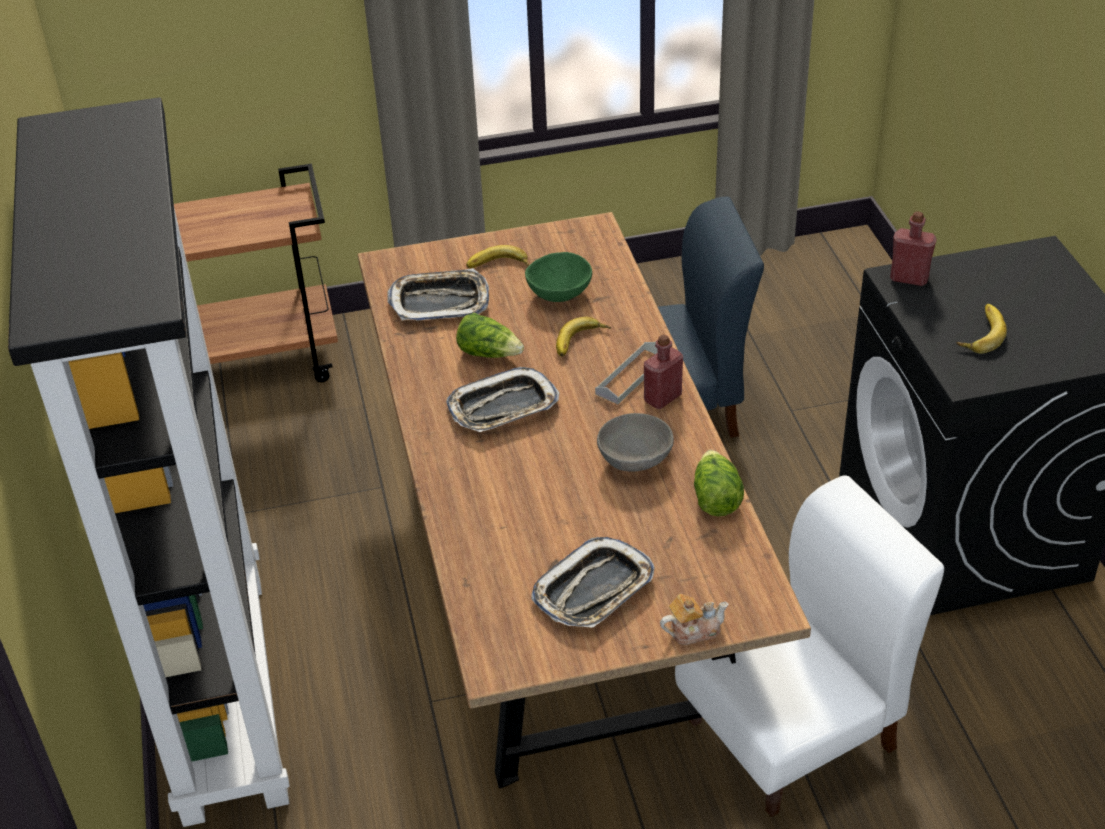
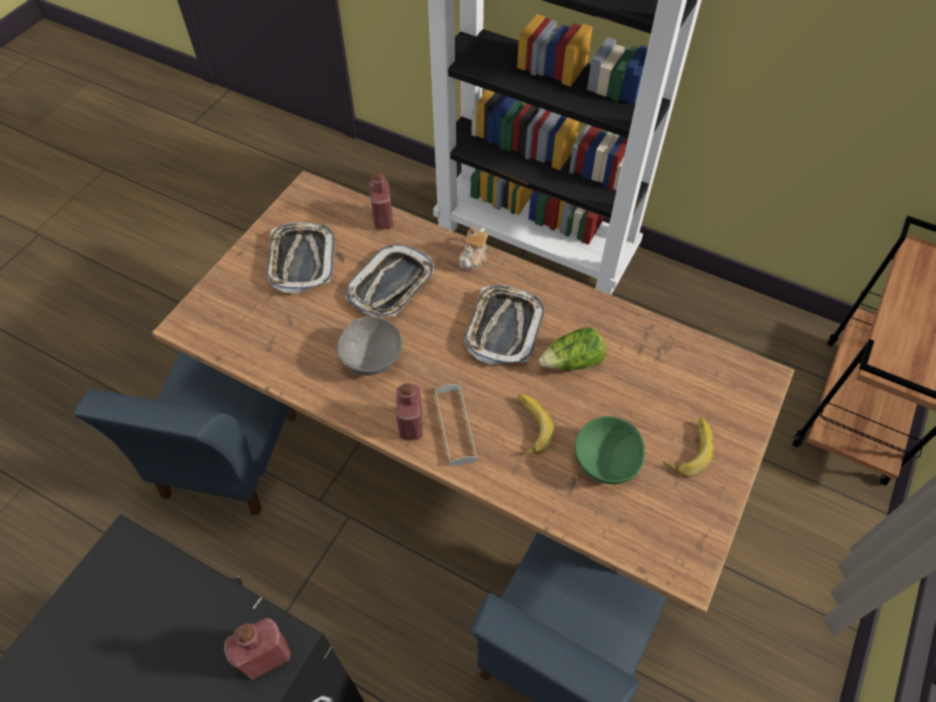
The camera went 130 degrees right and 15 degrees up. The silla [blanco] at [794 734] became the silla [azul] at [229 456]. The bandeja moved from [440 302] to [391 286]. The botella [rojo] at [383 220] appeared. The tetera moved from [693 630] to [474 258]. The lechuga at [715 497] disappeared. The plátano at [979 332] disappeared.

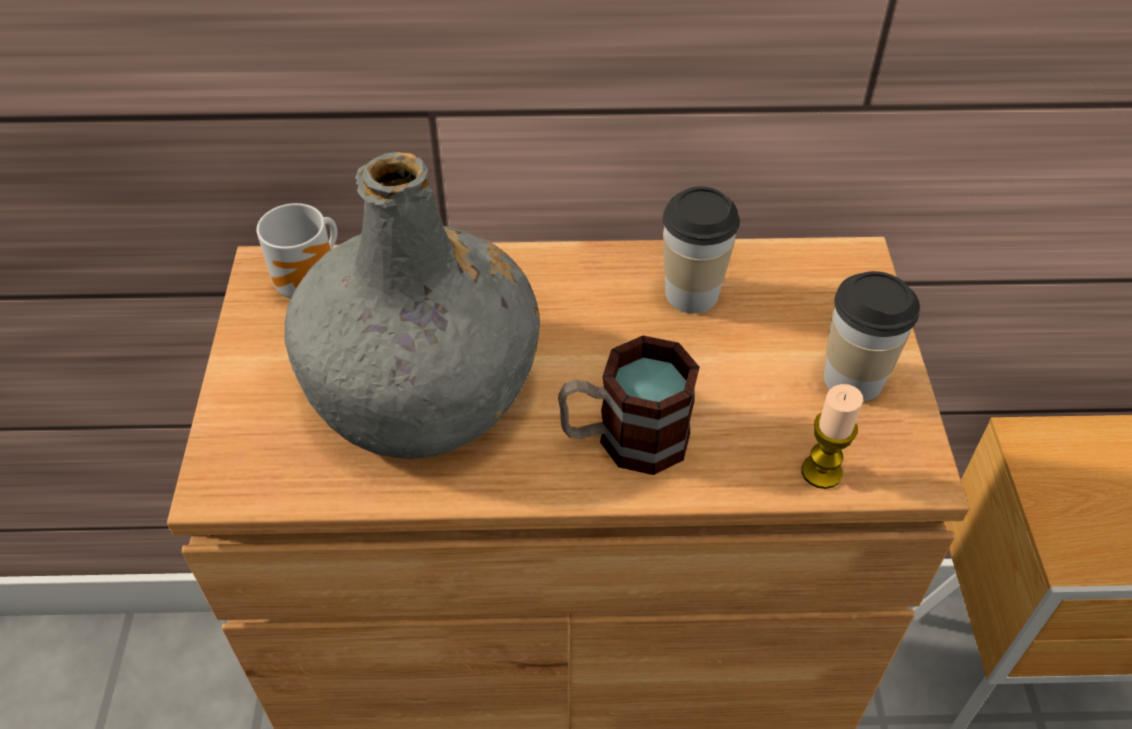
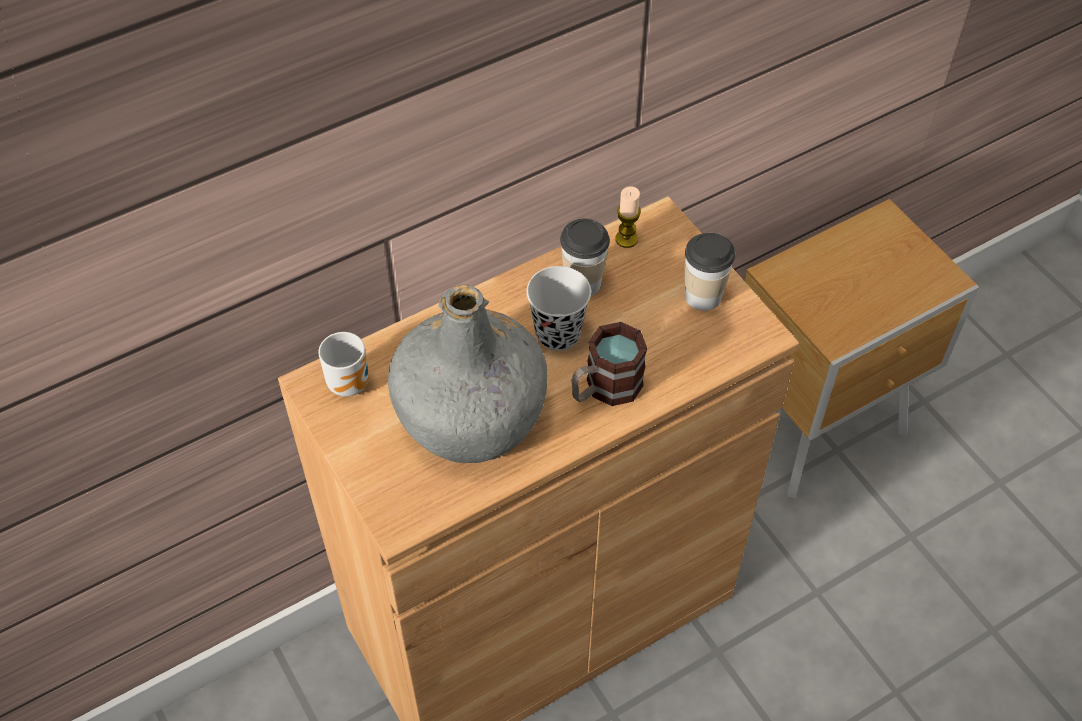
The camera went 30 degrees left and 5 degrees up. The taza [negro] at [558 334] appeared. The vela moved from [821 472] to [626 239].

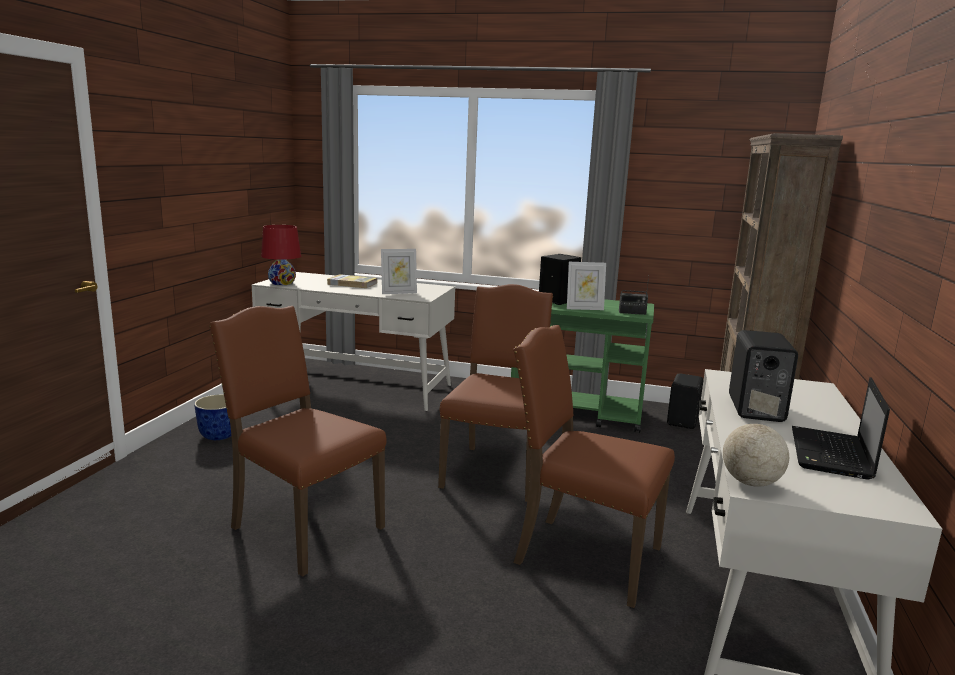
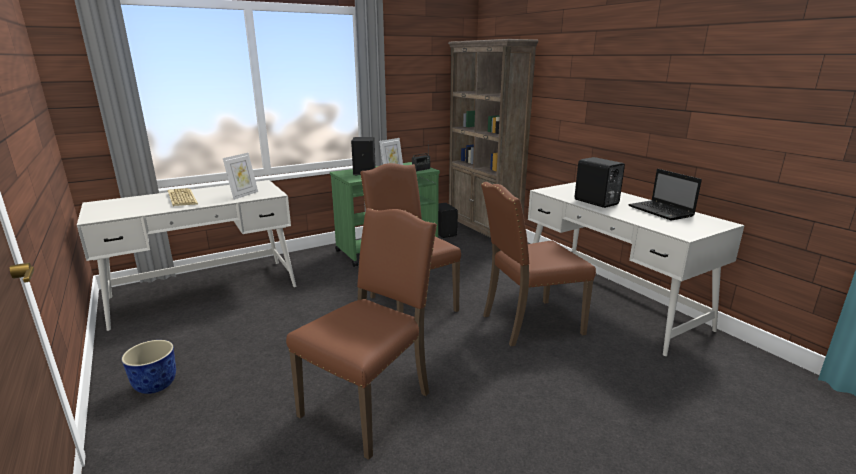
The camera went 45 degrees left and 5 degrees up. The libro at [352 284] was replaced by the teclado at [181 198]. The silla [marrón] at [302 528] turned 135 degrees clockwise. The lámpara de mesa [rojo] at [282 283] disappeared. The globo terráqueo at [751 483] disappeared.

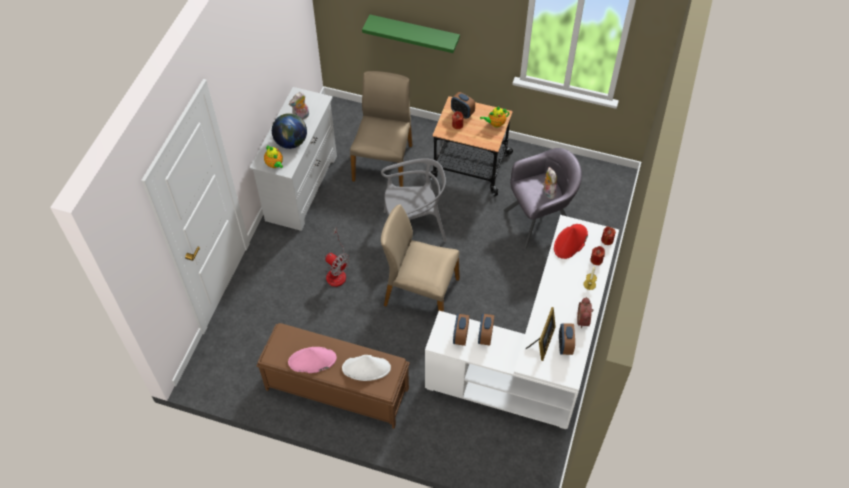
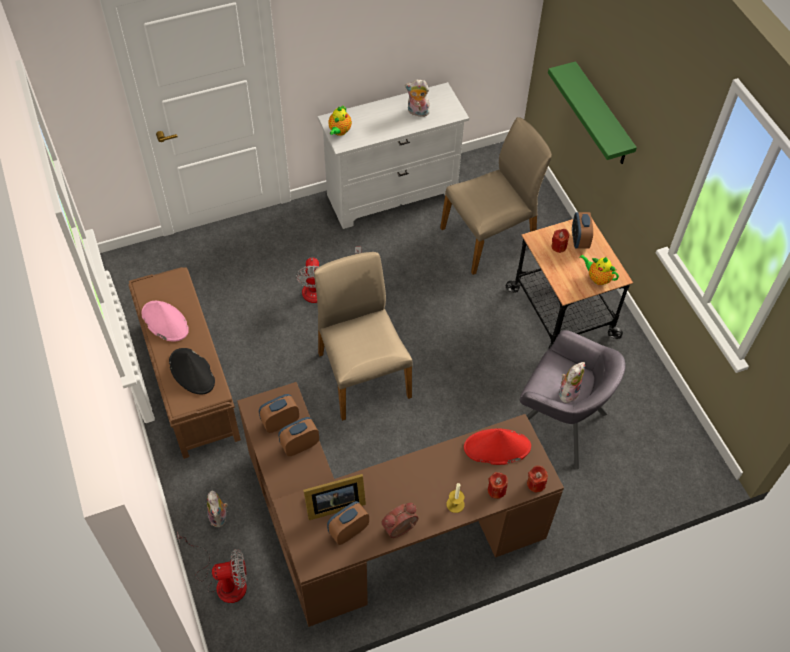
The camera went 50 degrees right and 0 degrees up. The sombrero [blanco] at [366 368] became the sombrero [negro] at [192 372]. The ventilador at [223 580] appeared. The peluche at [219 517] appeared. The escritorio [blanco] at [535 354] became the escritorio [marrón] at [381 532]. The globo terráqueo at [291 142] disappeared. The silla [gris] at [414 229] disappeared.

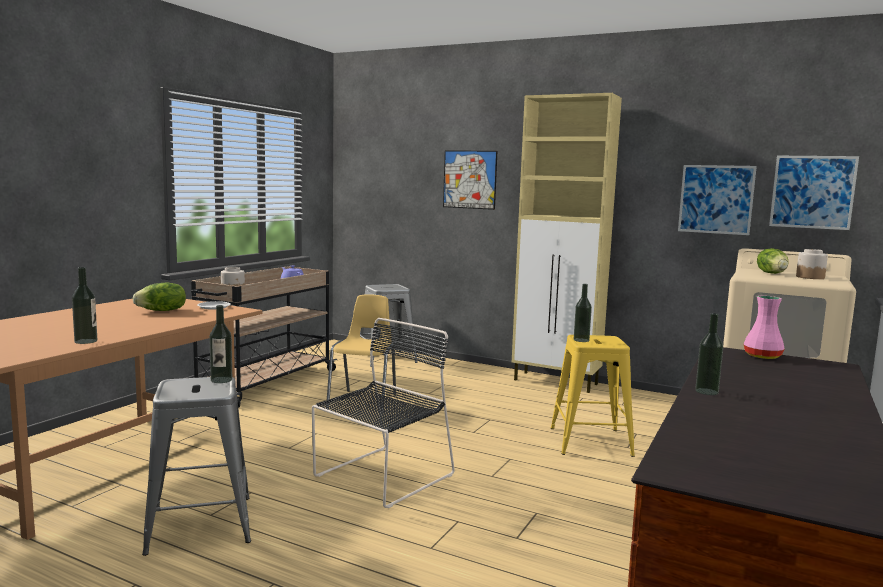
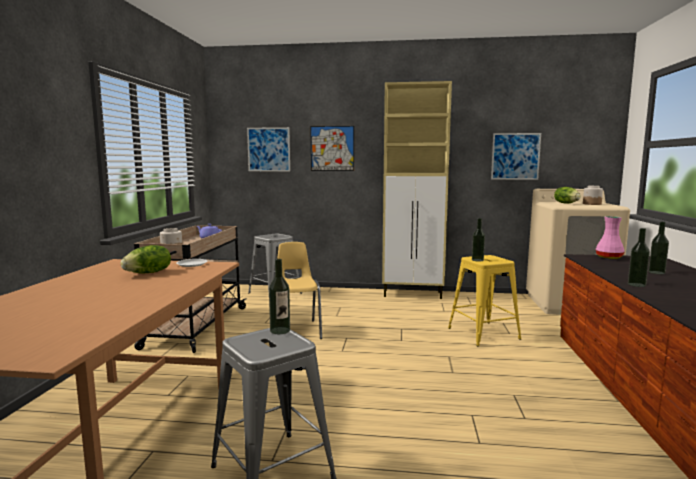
The camera went 20 degrees left and 0 degrees up. The cuadro moved from [812 192] to [268 149]. The botella moved from [86 341] to [656 272]. The silla [negro] at [381 477] disappeared.

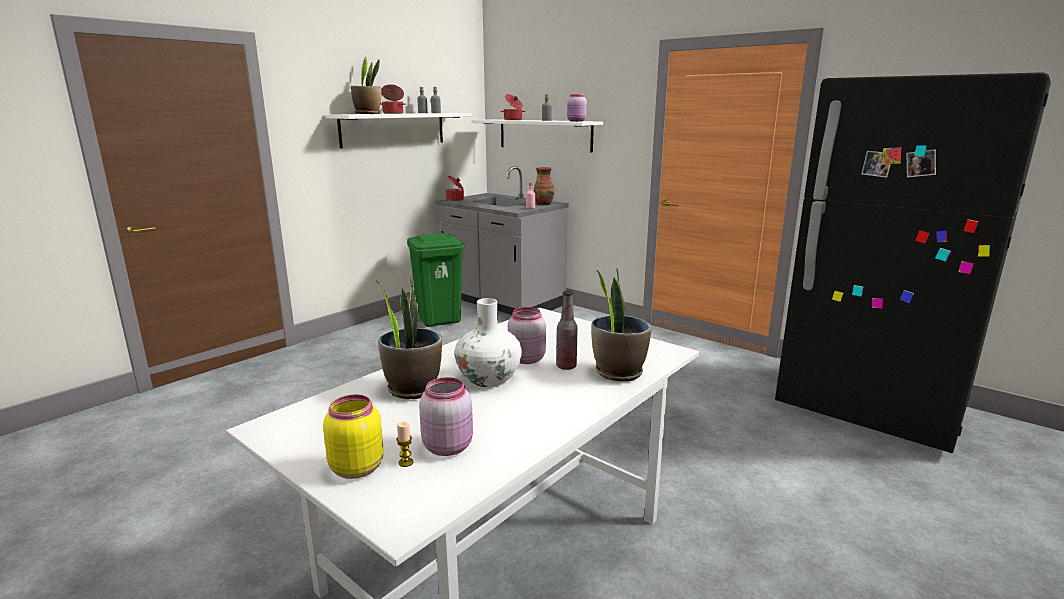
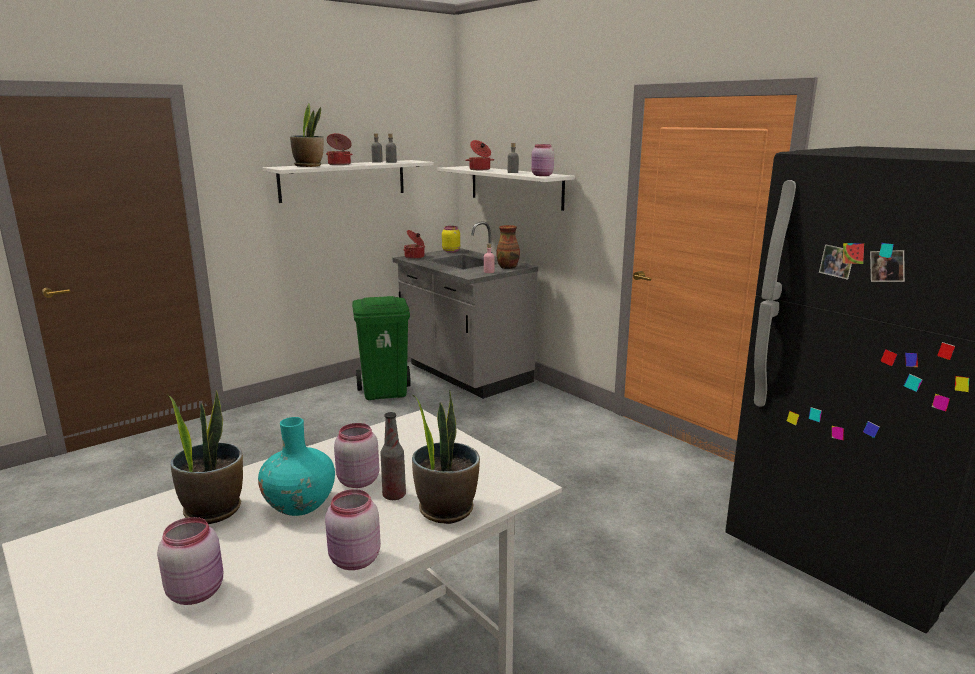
The camera went 10 degrees right and 0 degrees up. The florero [blanco] at [489 379] became the florero [turquesa] at [300 504]. The tarro [rosa] at [354 560] appeared. The tarro [amarillo] moved from [357 467] to [451 251]. The vela at [406 462] disappeared.

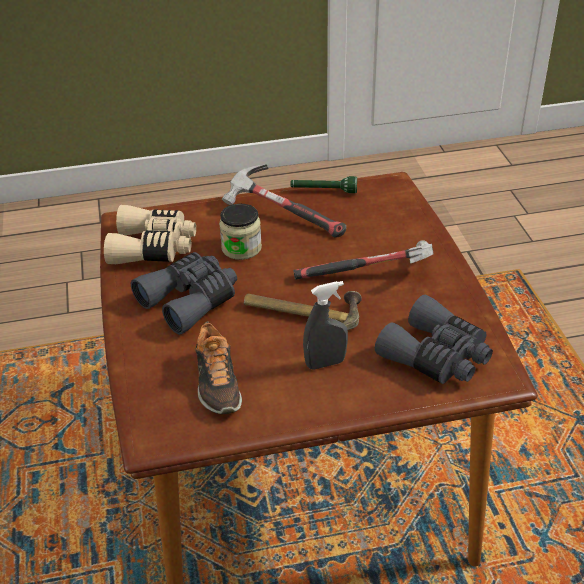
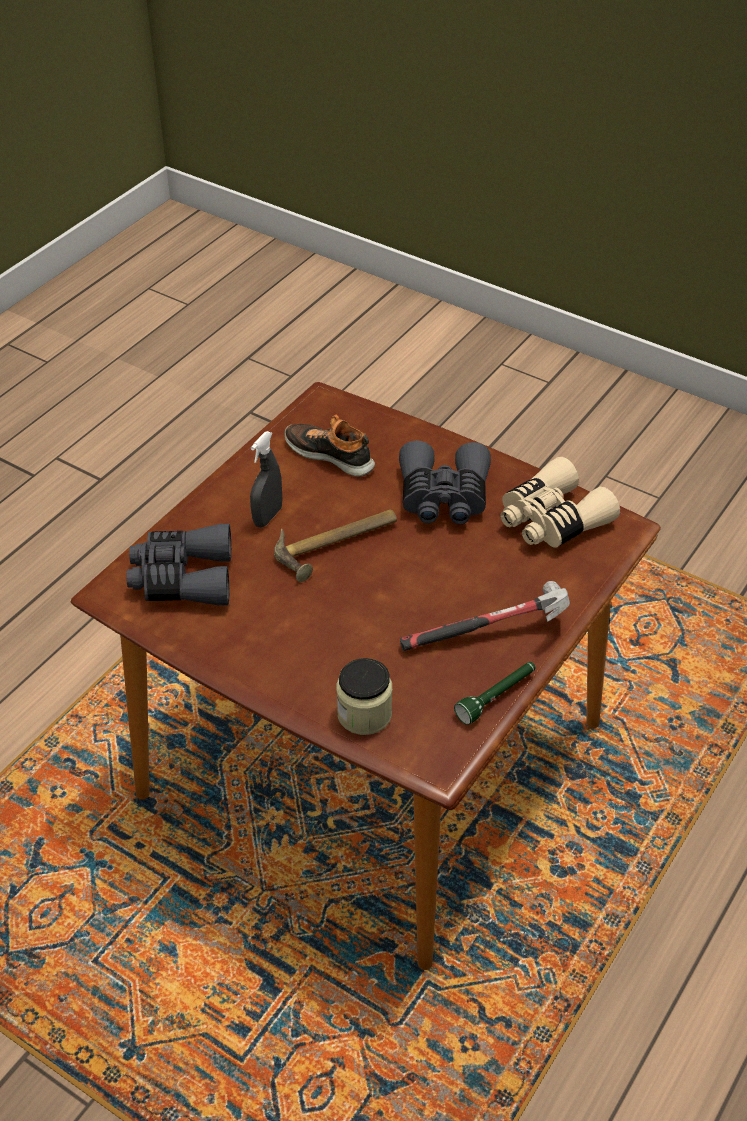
The camera went 135 degrees right and 5 degrees up. The tarro moved from [241 248] to [364 714]. The martillo at [368 275] disappeared.

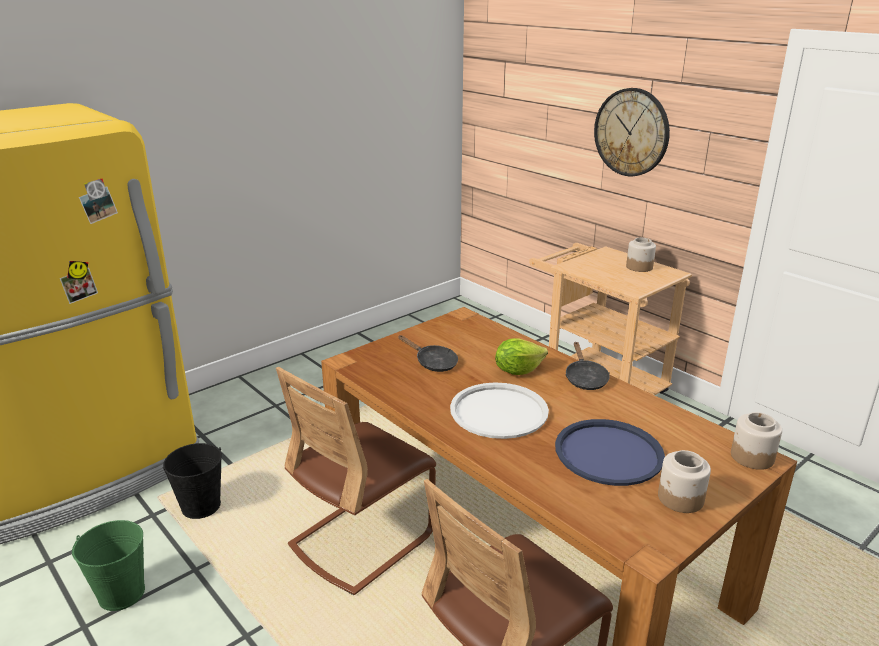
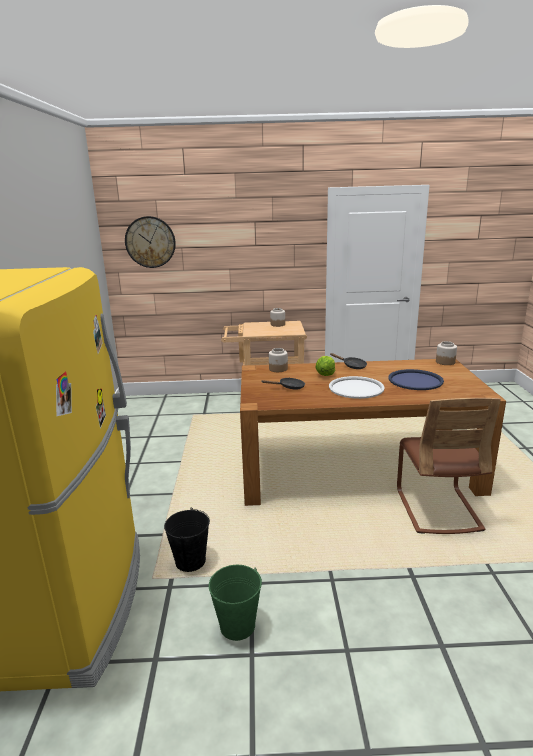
The camera went 50 degrees left and 5 degrees down. The reloj de pared moved from [631 132] to [150 242]. The tarro moved from [680 499] to [278 369]. The silla [marrón] at [361 540] disappeared.

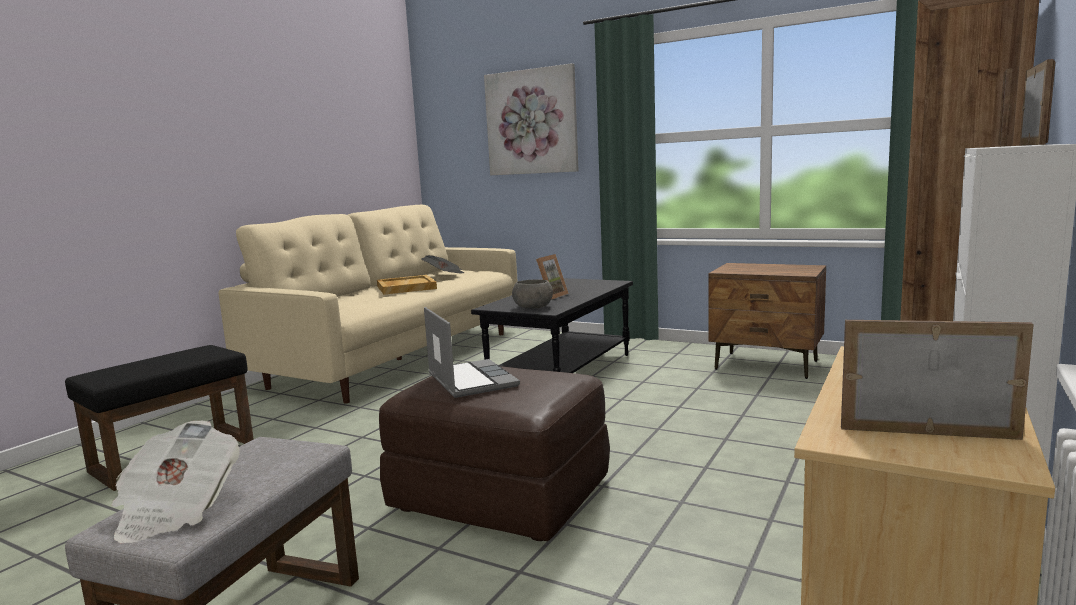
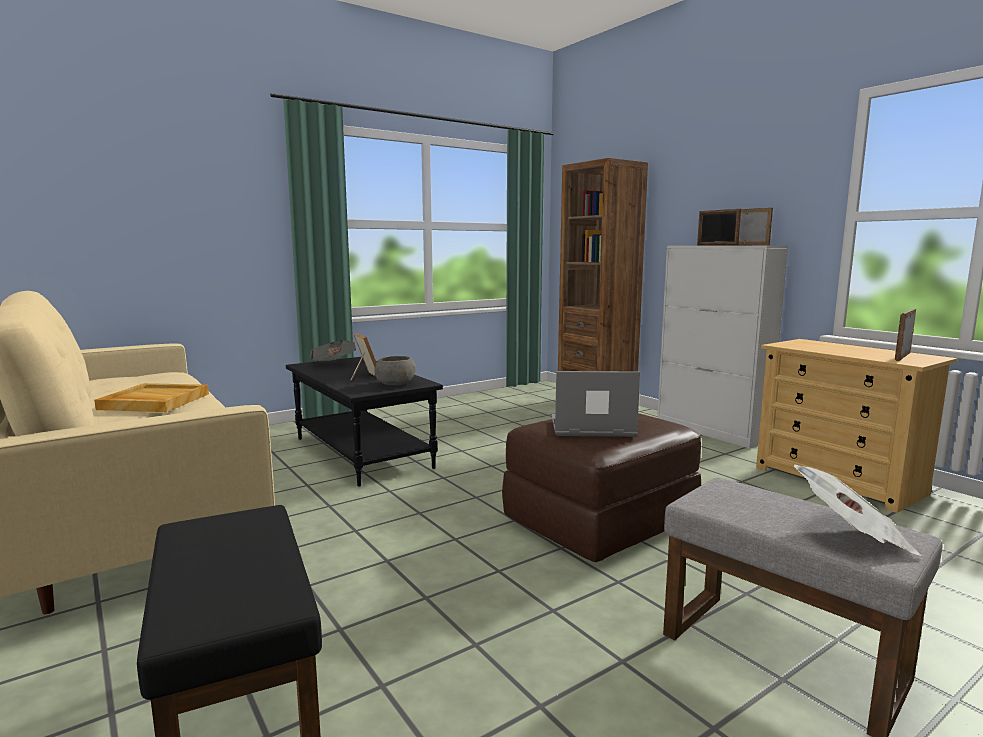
The camera went 65 degrees left and 0 degrees up. The periódico moved from [445 276] to [333 364]. The cuadro at [531 122] disappeared. The mesita de noche [marrón] at [766 365] disappeared.

